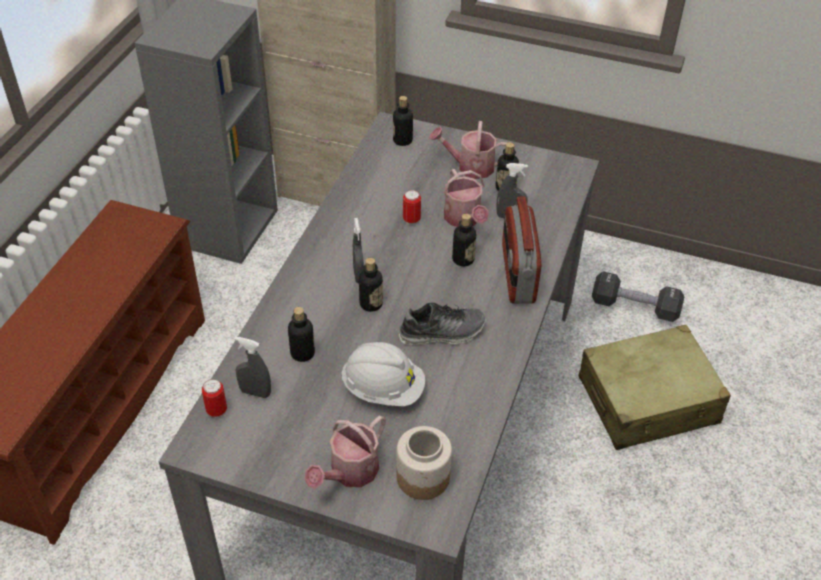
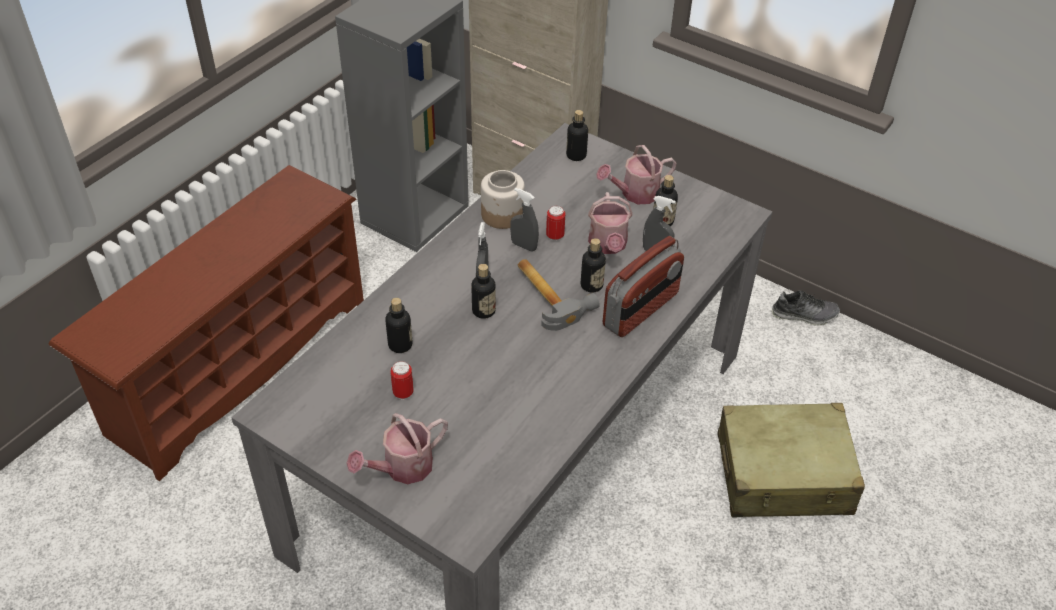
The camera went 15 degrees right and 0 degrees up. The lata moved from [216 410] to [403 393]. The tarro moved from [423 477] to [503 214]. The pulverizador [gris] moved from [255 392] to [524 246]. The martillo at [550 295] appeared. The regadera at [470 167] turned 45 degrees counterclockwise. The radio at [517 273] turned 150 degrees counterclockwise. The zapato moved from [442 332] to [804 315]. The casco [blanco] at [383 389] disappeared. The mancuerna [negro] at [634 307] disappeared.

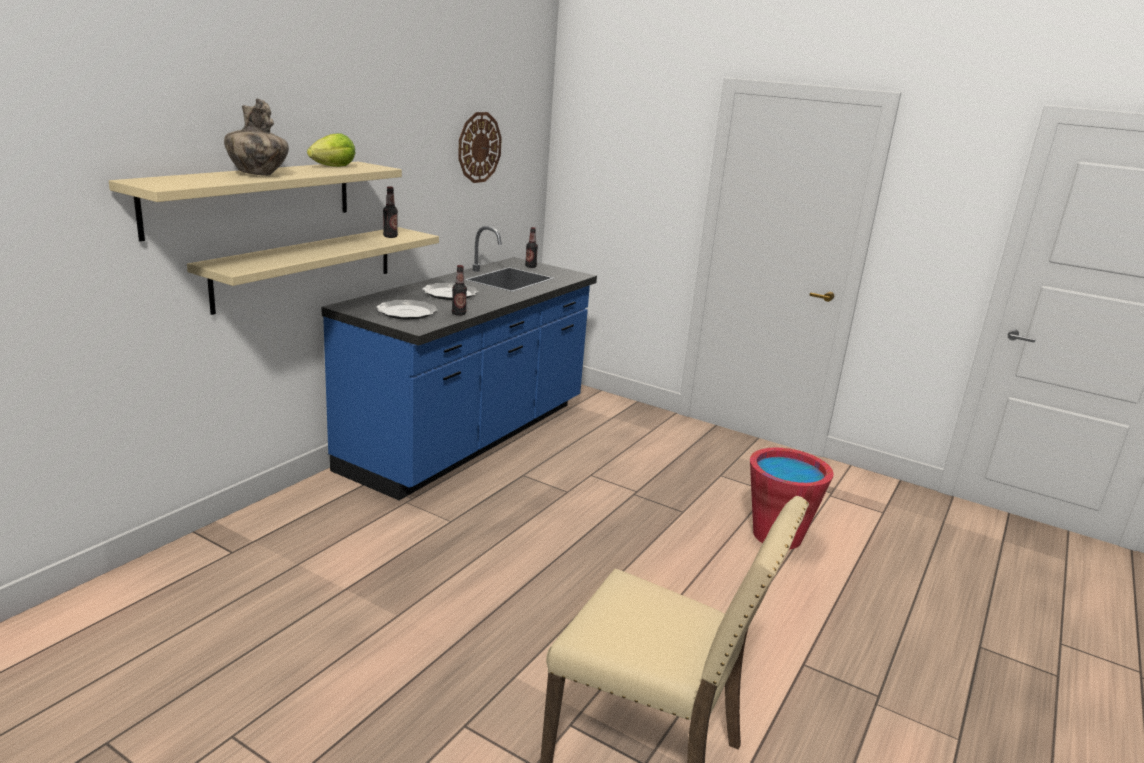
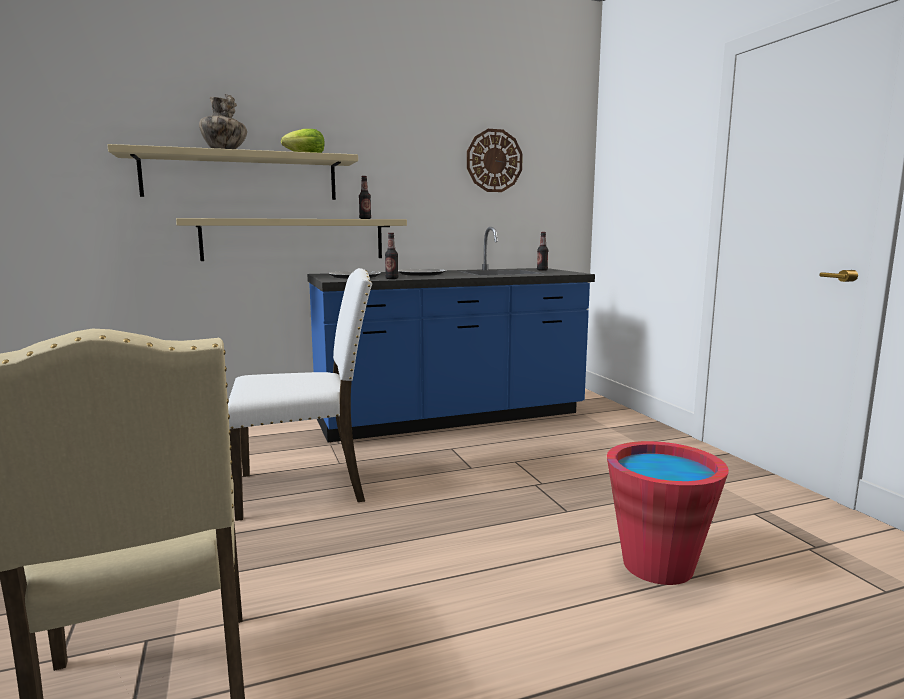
The camera went 40 degrees right and 10 degrees down. The silla [blanco] at [305 488] appeared.

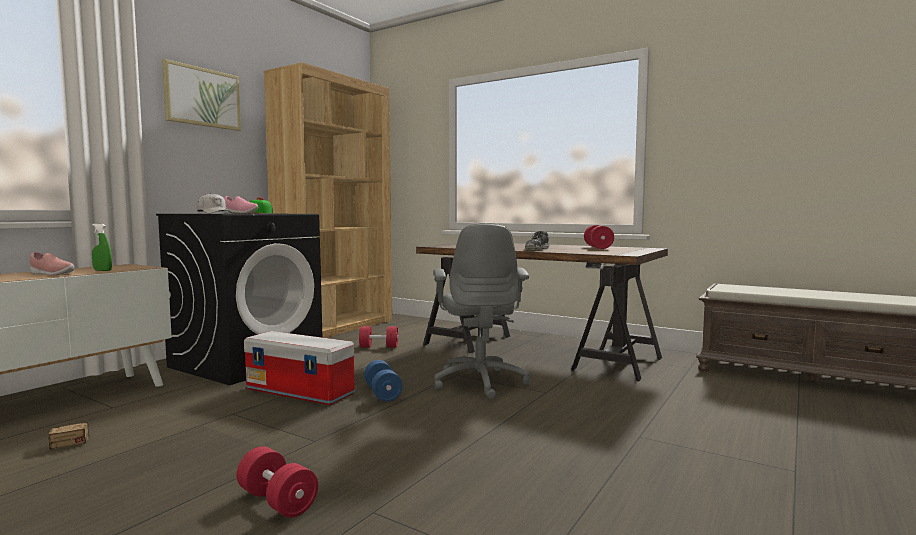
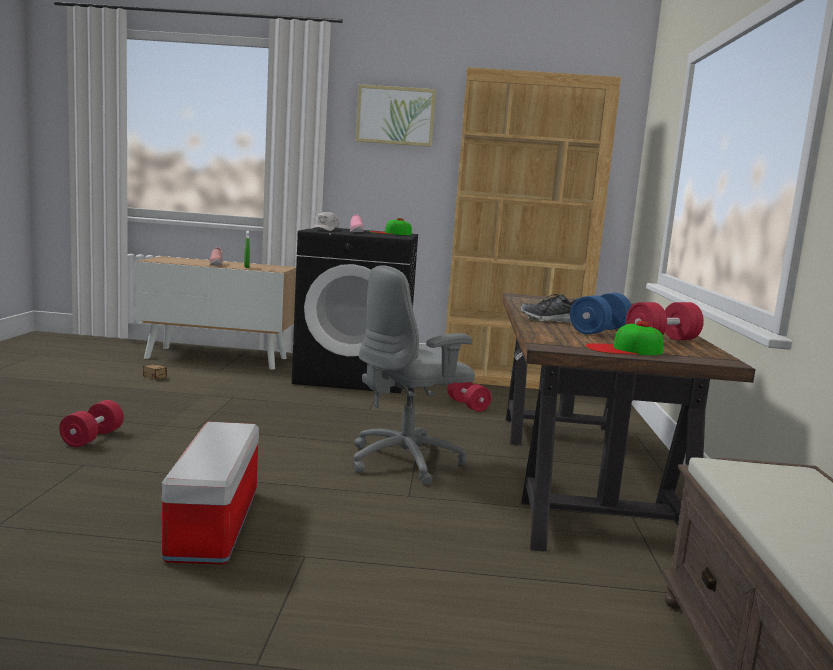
The camera went 60 degrees right and 5 degrees up. The caja de almacenaje moved from [301 391] to [214 525]. The mancuerna [azul] moved from [382 393] to [599 331]. The gorra at [624 349] appeared.

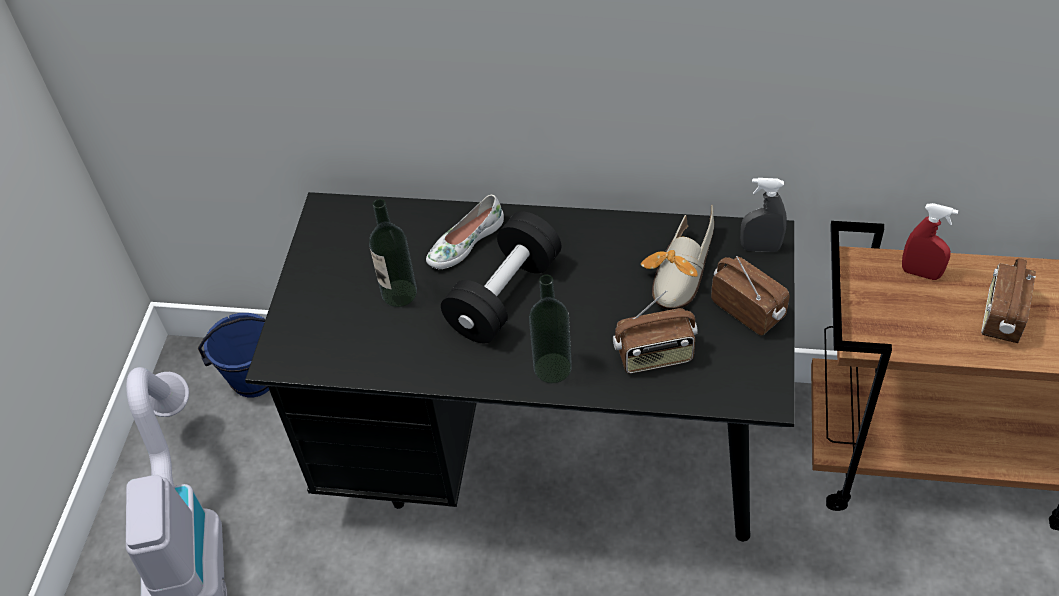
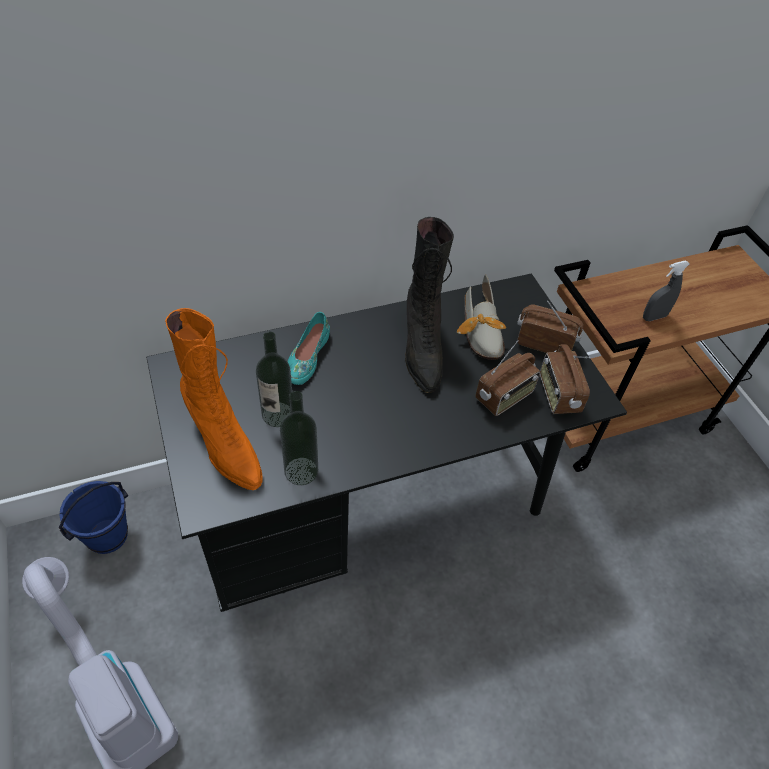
The camera went 35 degrees left and 0 degrees up. The bota [naranja] at [224 444] appeared. The botella moved from [552 368] to [301 471]. The zapato [blanco] at [464 242] became the zapato [turquesa] at [307 357]. The bota [negro] at [422 350] appeared. The radio moved from [1001 317] to [558 394]. The pulverizador [gris] moved from [760 248] to [654 317]. The mancuerna [negro] at [504 295] disappeared. The pulverizador [rojo] at [920 273] disappeared.

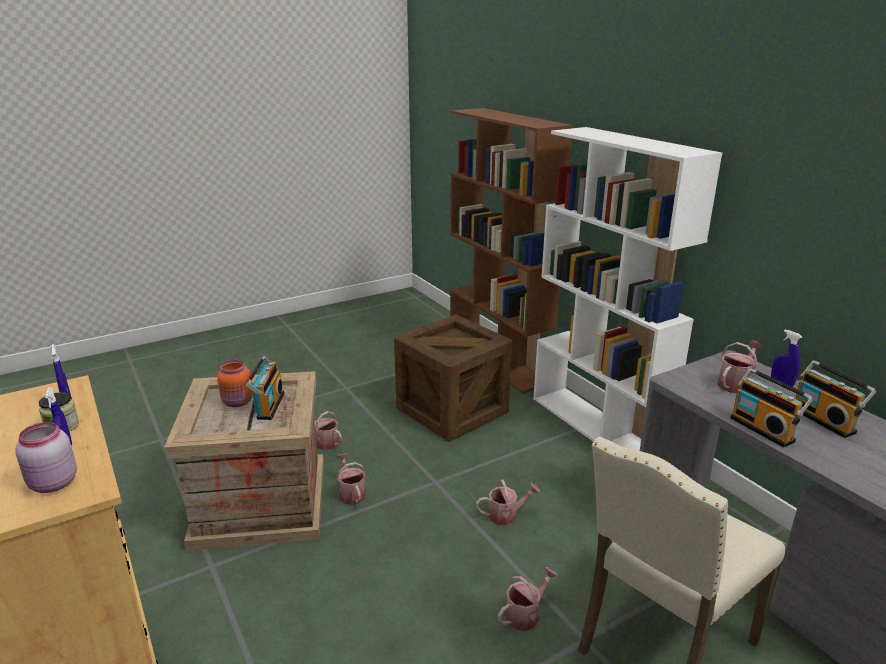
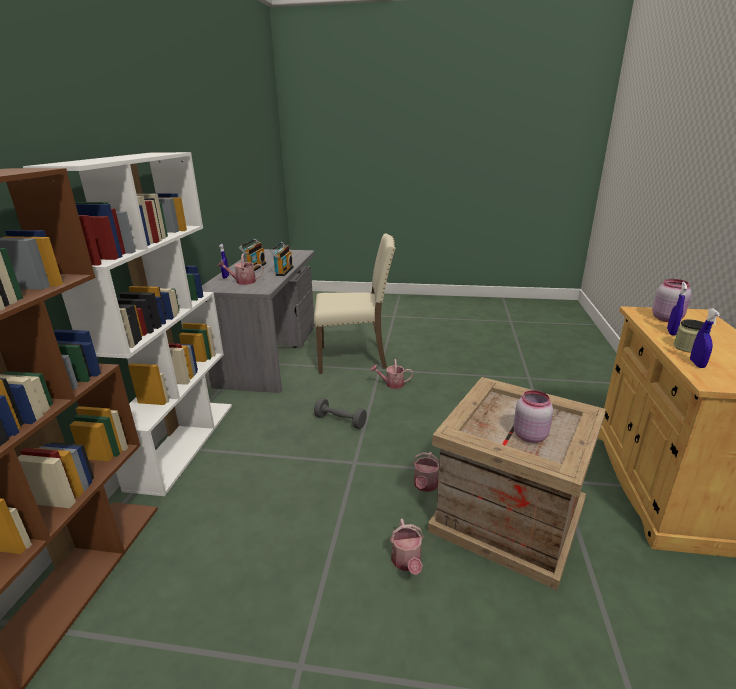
The camera went 140 degrees left and 0 degrees up. The regadera at [506 515] was replaced by the mancuerna [gris] at [340 421]. The tarro [naranja] at [238 402] became the tarro [rosa] at [529 435]. The radio at [268 406] disappeared. The caja de embalaje at [452 410] disappeared.

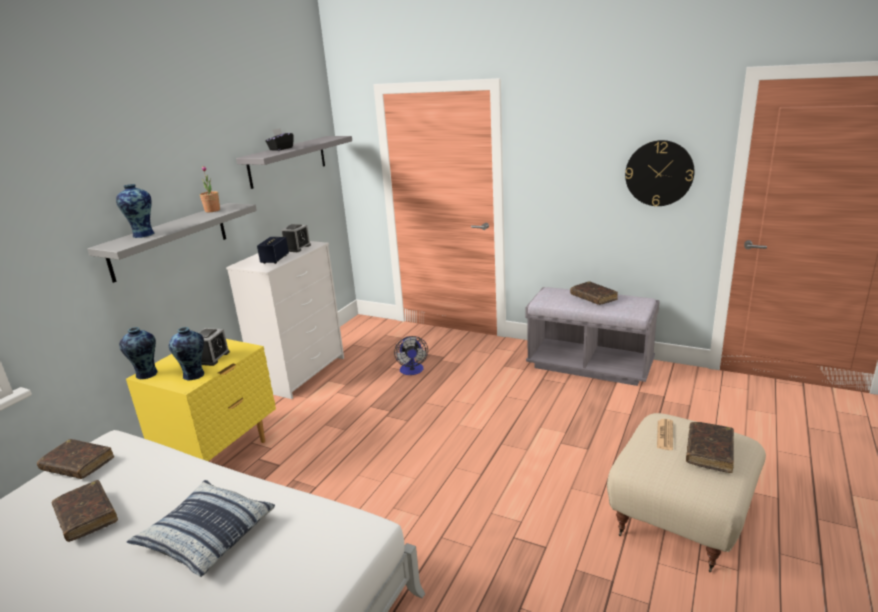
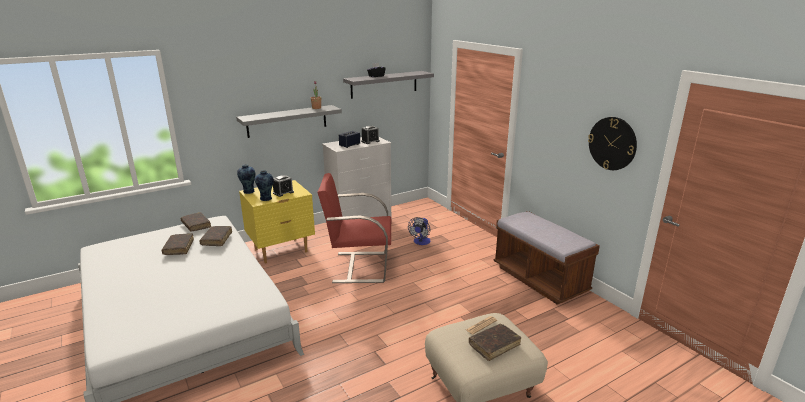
The camera went 30 degrees right and 0 degrees up. The libro [marrón] moved from [593 298] to [216 239]. The sillón [rojo] at [359 267] appeared. The banco [gris] at [589 365] became the banco [marrón] at [539 279]. The florero at [143 235] disappeared. The cojín at [206 535] disappeared.

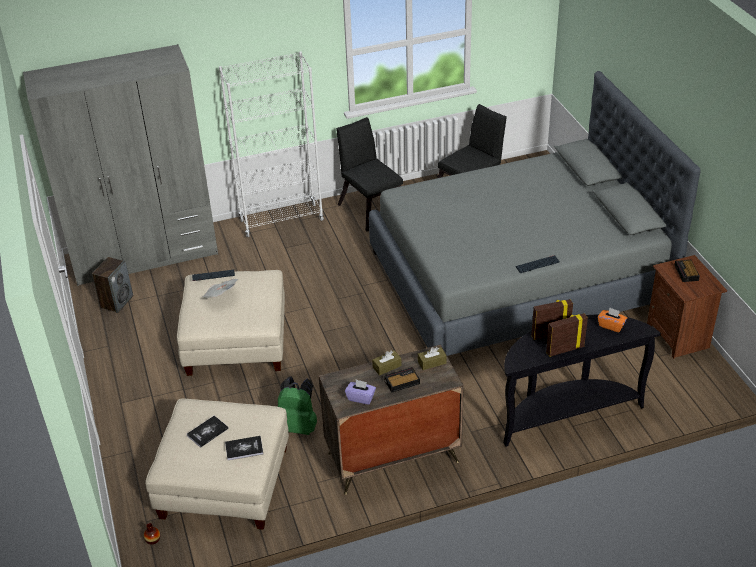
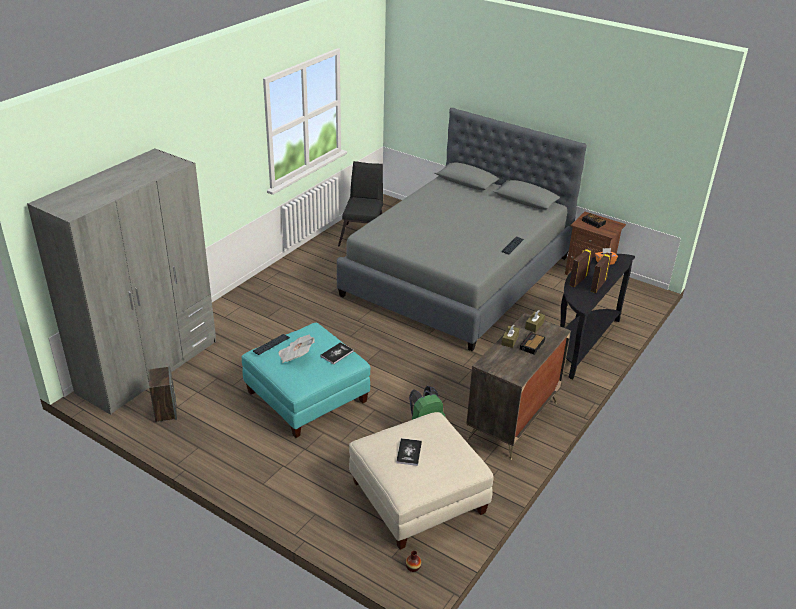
The camera went 40 degrees left and 5 degrees down. The puf [beis] at [236 341] became the puf [turquesa] at [306 396]. The libro moved from [244 448] to [337 354]. The estantería [blanco] at [281 220] disappeared. The silla [negro] at [370 207] disappeared. The caja de pañuelos [morado] at [361 398] disappeared.

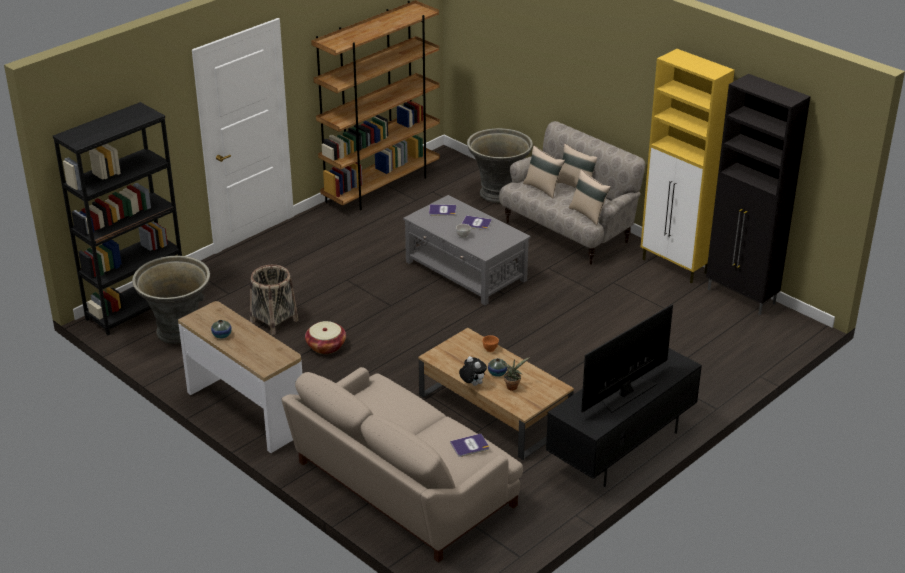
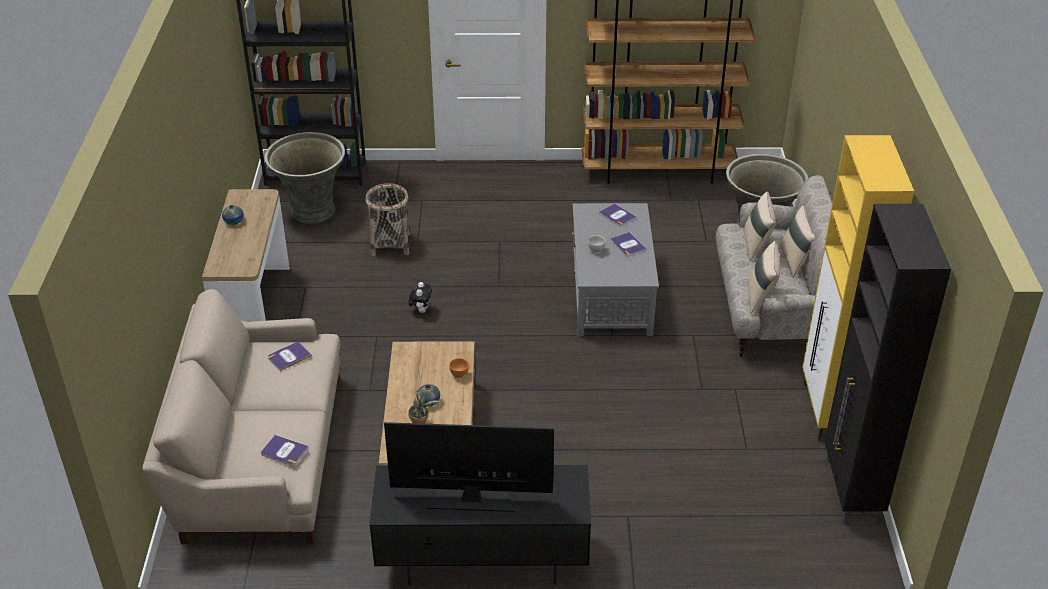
The camera went 45 degrees right and 5 degrees up. The libro at [289 356] appeared. The peluche moved from [472 384] to [421 310]. The cesta at [326 346] disappeared.

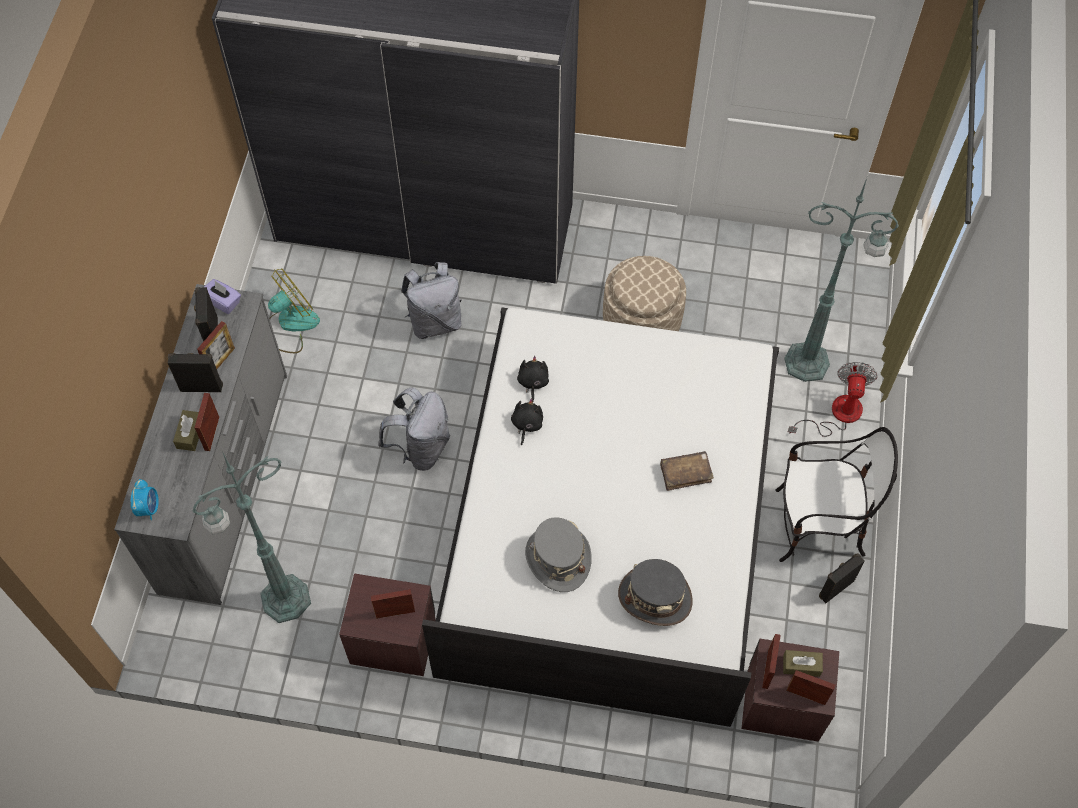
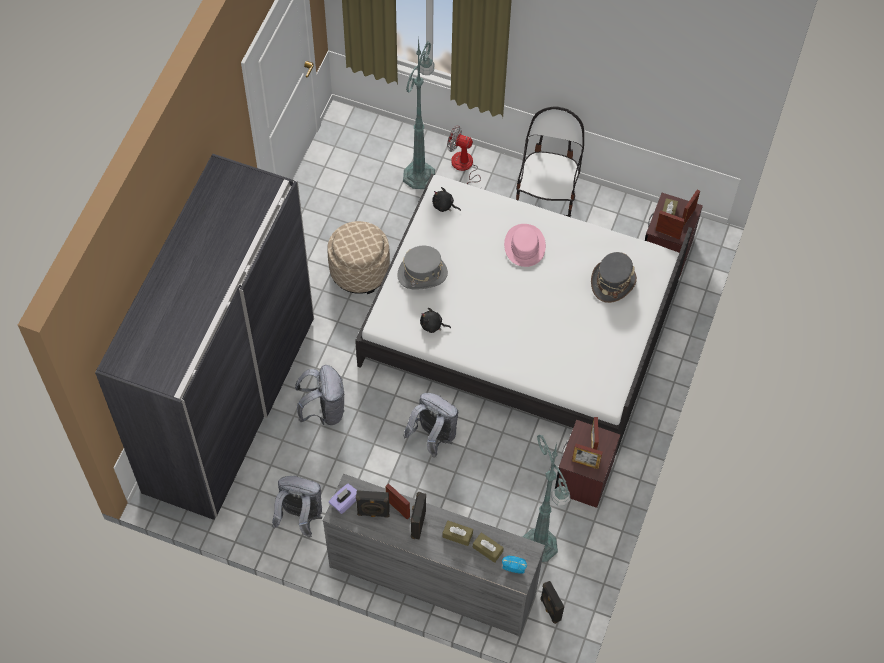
The camera went 80 degrees left and 0 degrees up. The ventilador at [289 324] was replaced by the mochila [gris] at [300 516]. The sombrero [gris] moved from [557 559] to [422 274]. The peluche [negro] moved from [526 424] to [444 205]. The caja de pañuelos [marrón] at [487 549] appeared. The libro [marrón] at [685 473] was replaced by the sombrero [rosa] at [525 246]. The altavoz [negro] moved from [835 587] to [549 609]. The portarretratos moved from [212 433] to [585 463].

